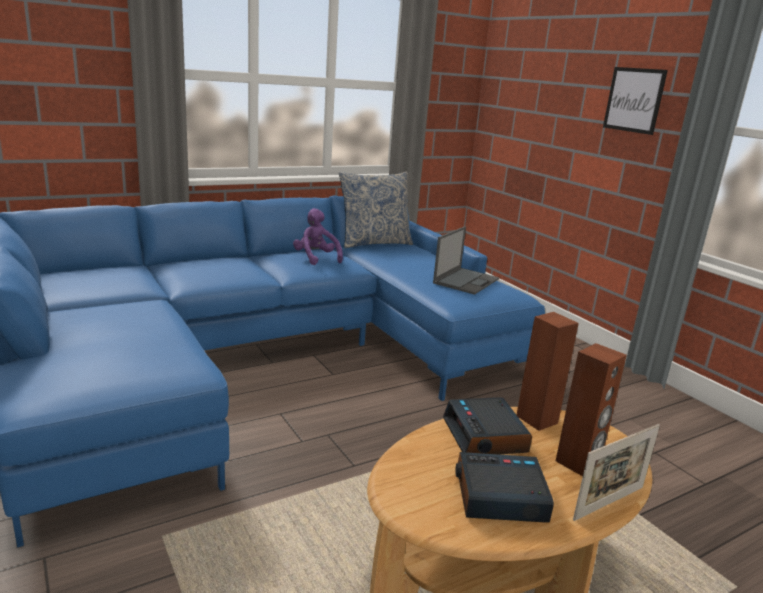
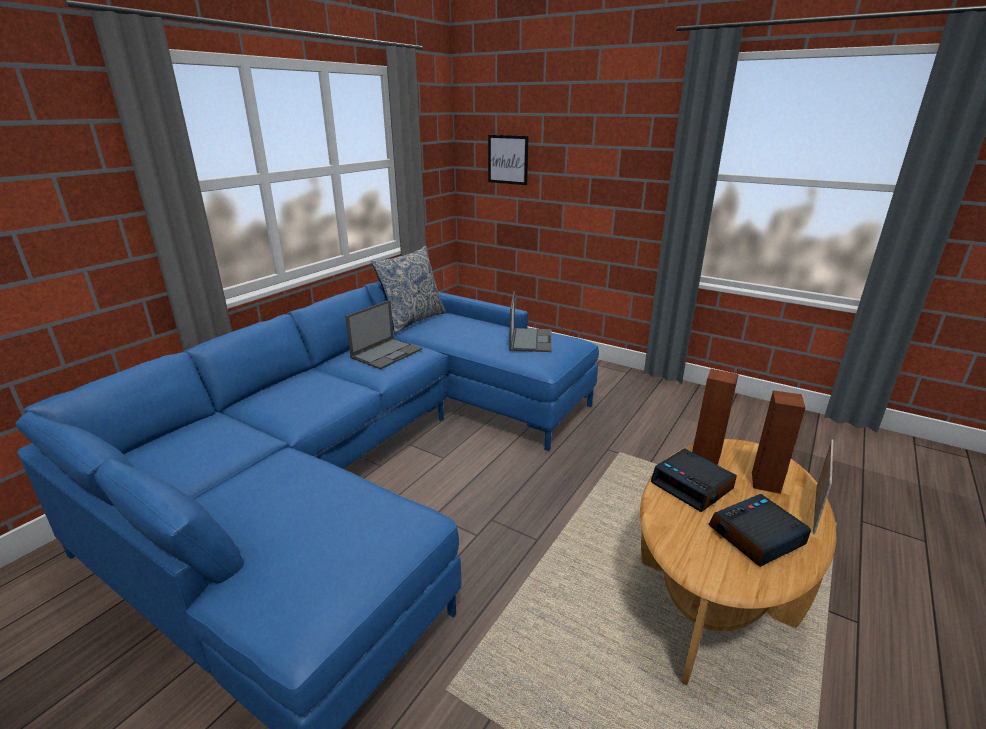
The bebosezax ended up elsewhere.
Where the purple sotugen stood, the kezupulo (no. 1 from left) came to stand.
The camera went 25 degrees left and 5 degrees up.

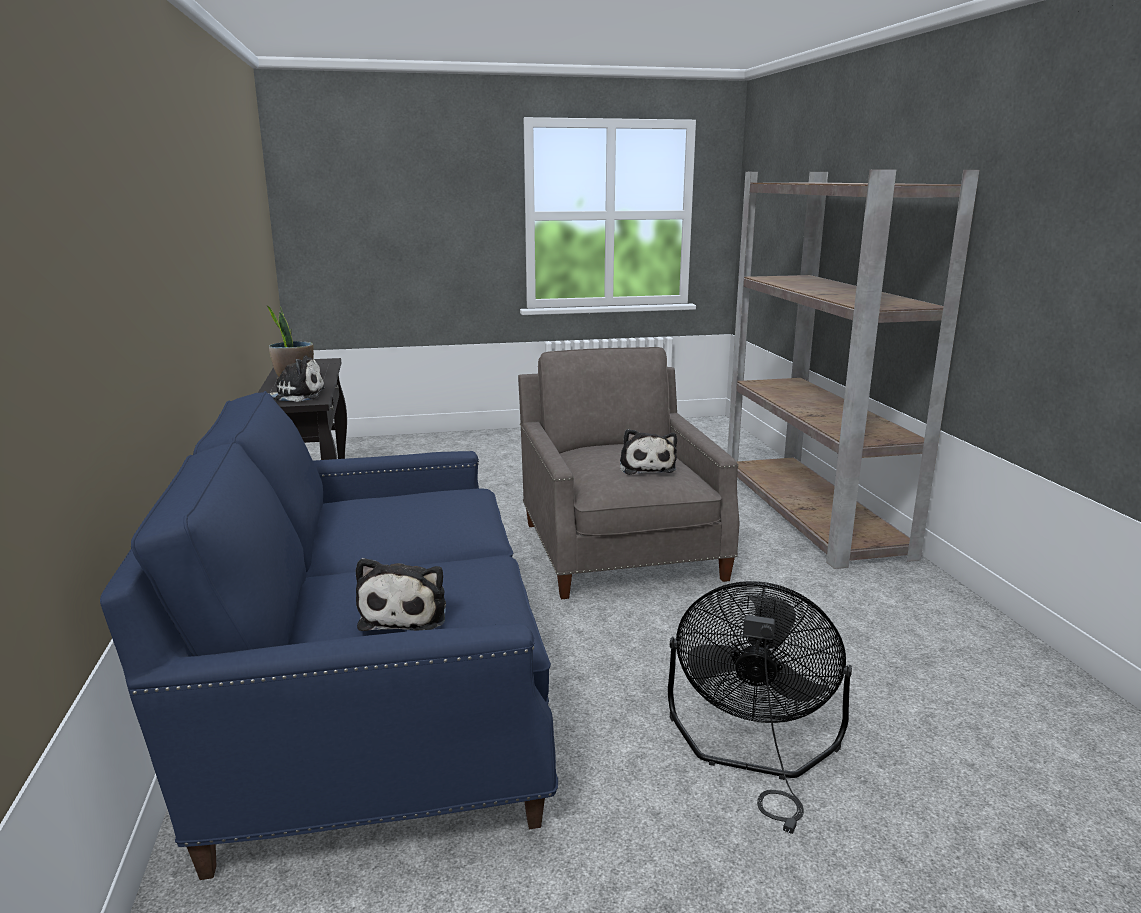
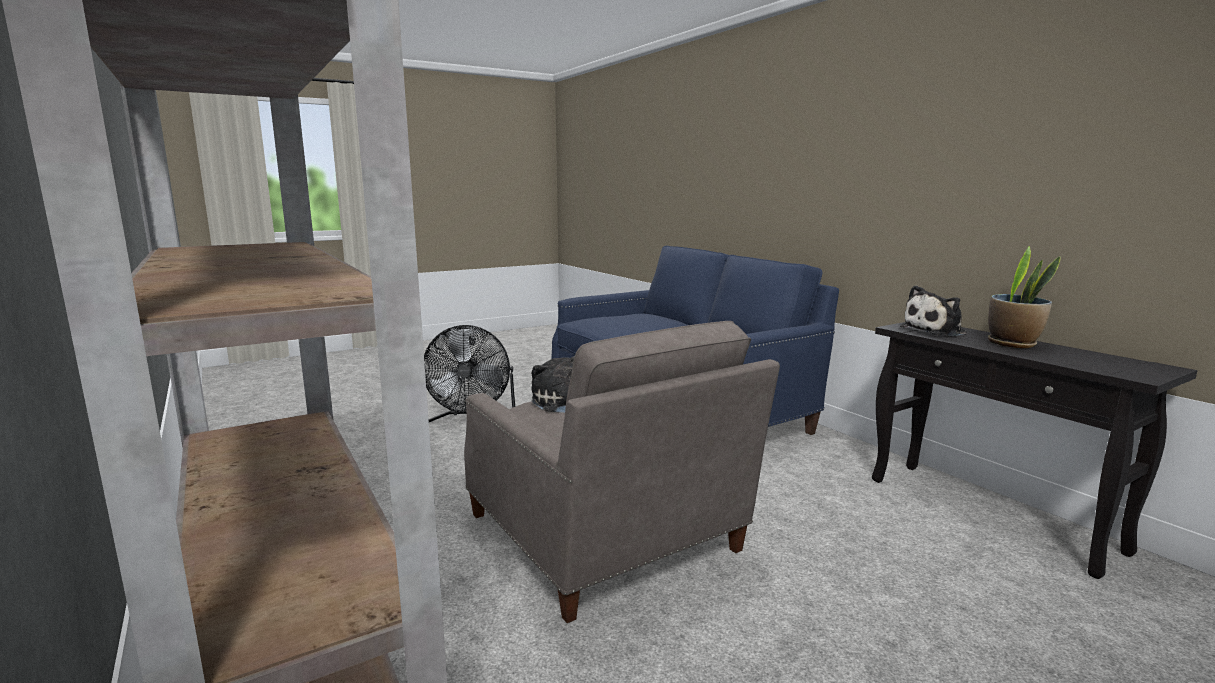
The second view lost the sotugen (no. 2 from left).
The camera went 160 degrees right and 5 degrees down.

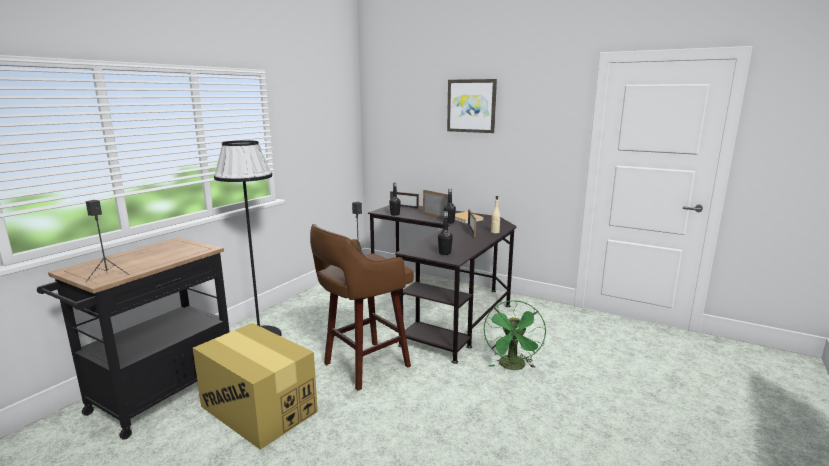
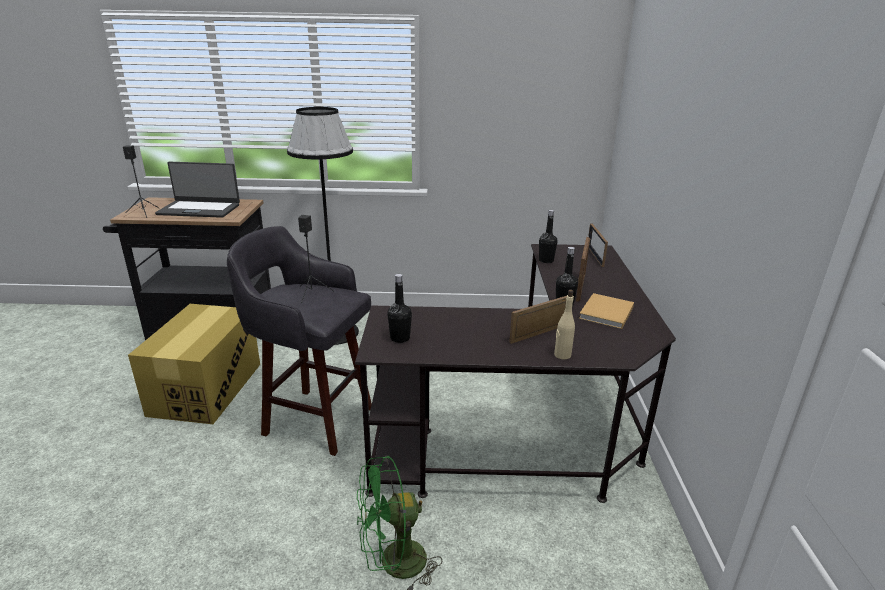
The second view lost the bebosezax.
The second view gained the kezupulo.
What was the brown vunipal turned into the grey vunipal.
The camera went 60 degrees right and 10 degrees up.

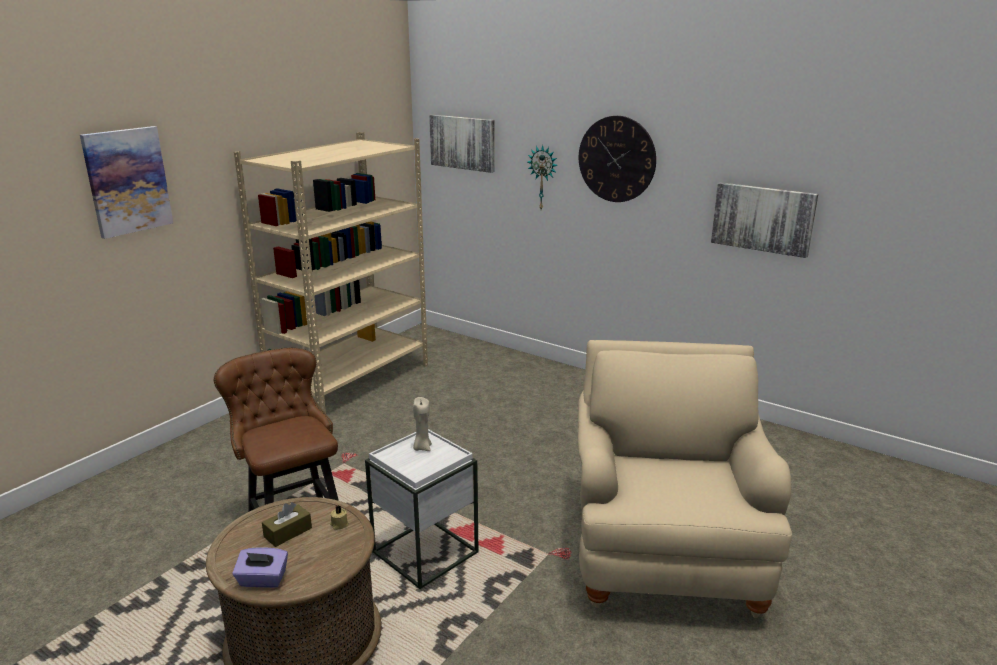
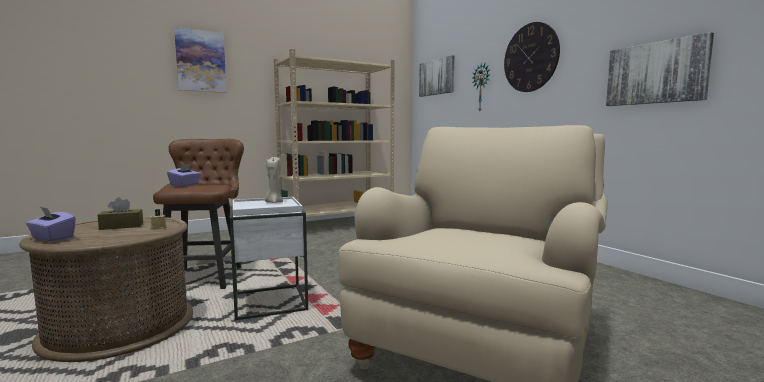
The second view gained the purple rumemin (no. 2 from left).
The camera went 25 degrees right and 15 degrees down.

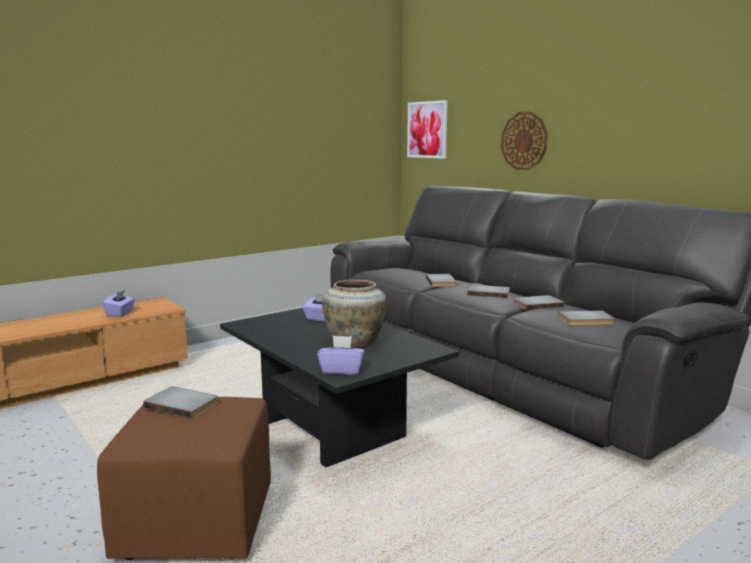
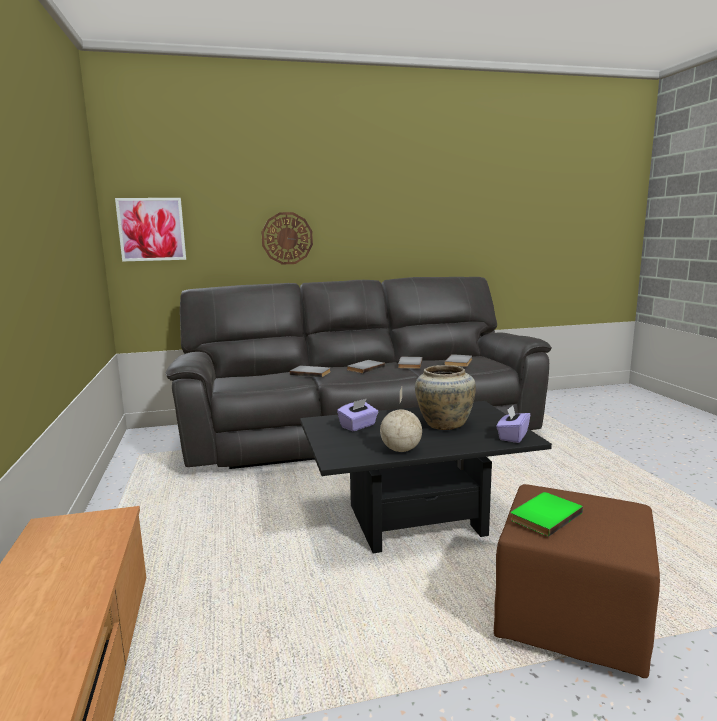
The second view lost the purple rumemin (no. 1 from left).
The second view gained the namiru.
What was the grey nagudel (no. 1 from left) turned into the green nagudel.
The camera went 65 degrees left and 0 degrees up.

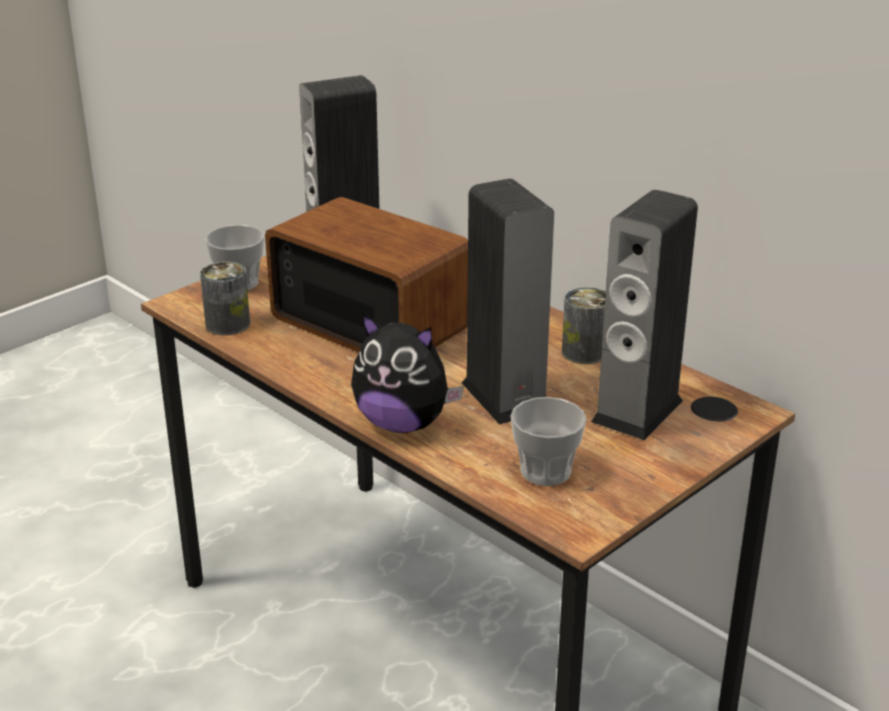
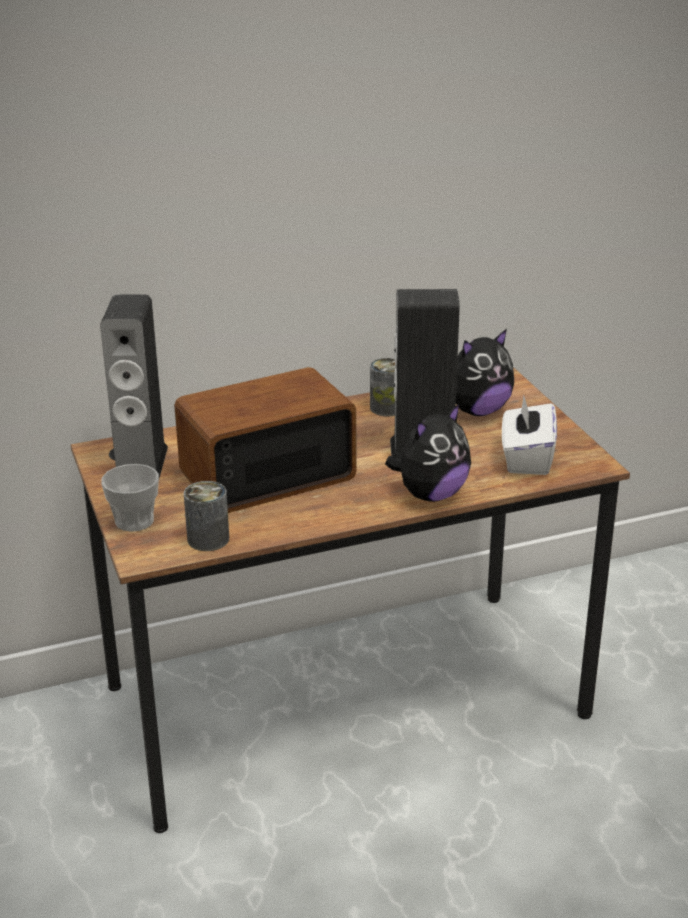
Where the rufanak (no. 2 from left) stood, the white rumemin came to stand.
Where the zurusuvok (no. 3 from left) stood, the sotugen (no. 2 from left) came to stand.
The camera went 65 degrees left and 0 degrees up.

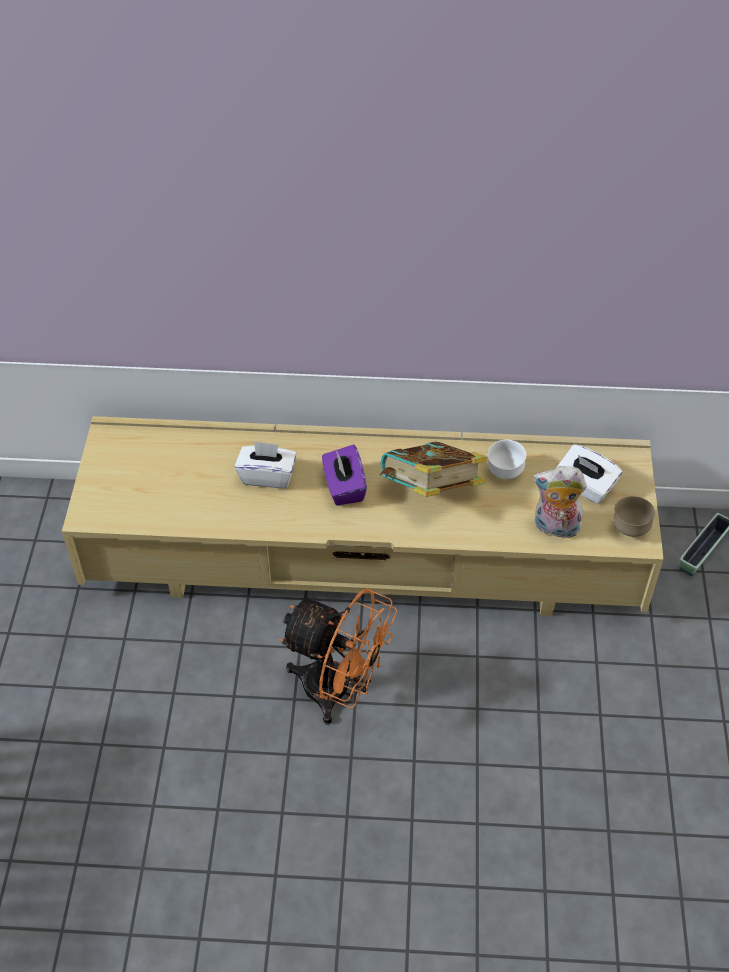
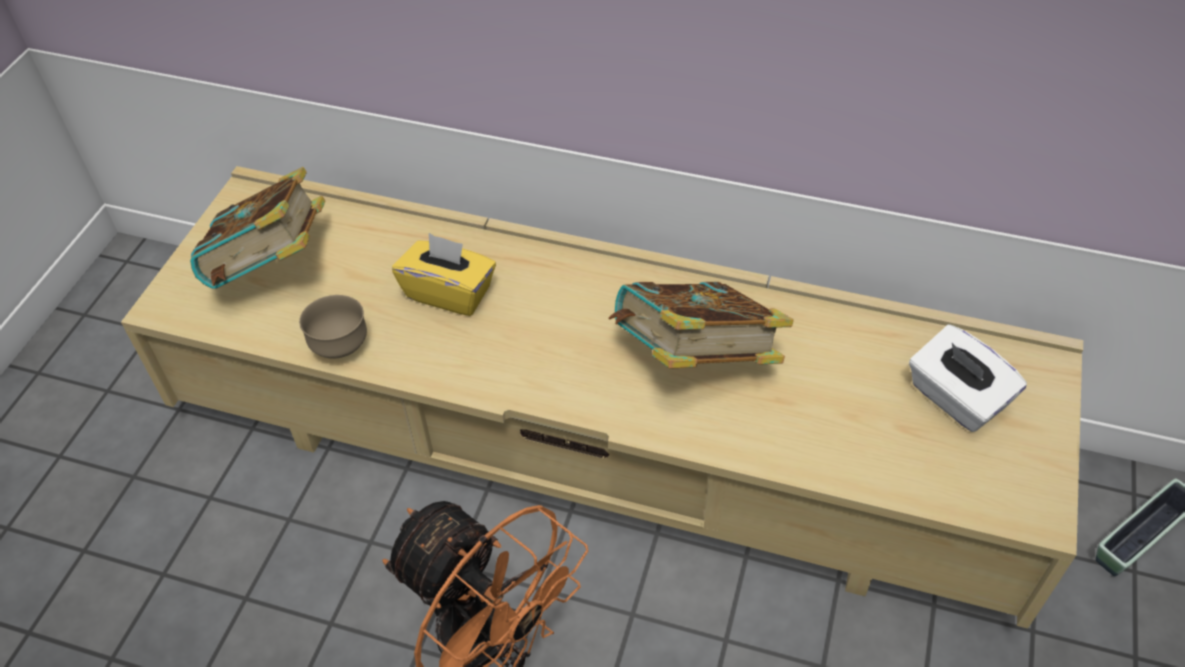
The second view lost the purple rumemin.
The second view lost the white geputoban.
The second view lost the sotugen.
The second view gained the nagudel (no. 1 from left).
The brown geputoban ended up elsewhere.
What was the white rumemin (no. 1 from left) turned into the yellow rumemin.
The camera went 15 degrees right and 0 degrees up.

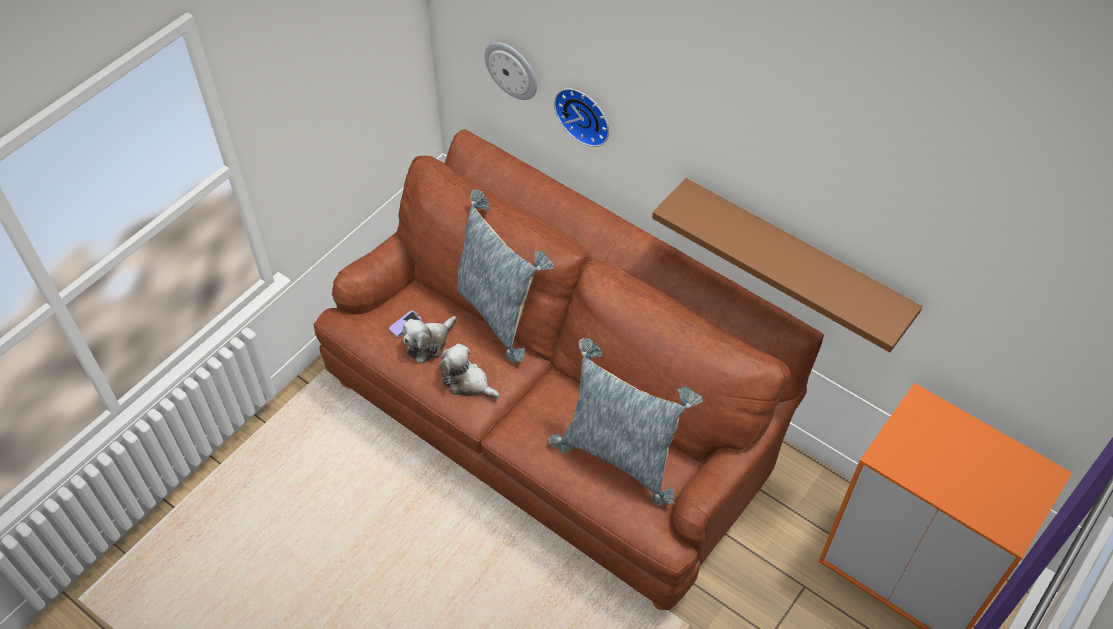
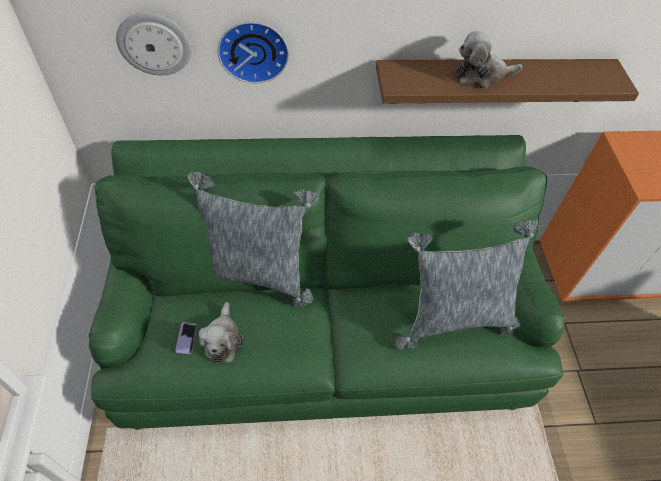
The sotugen (no. 2 from left) ended up elsewhere.
What was the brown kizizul turned into the green kizizul.
The camera went 45 degrees left and 0 degrees up.

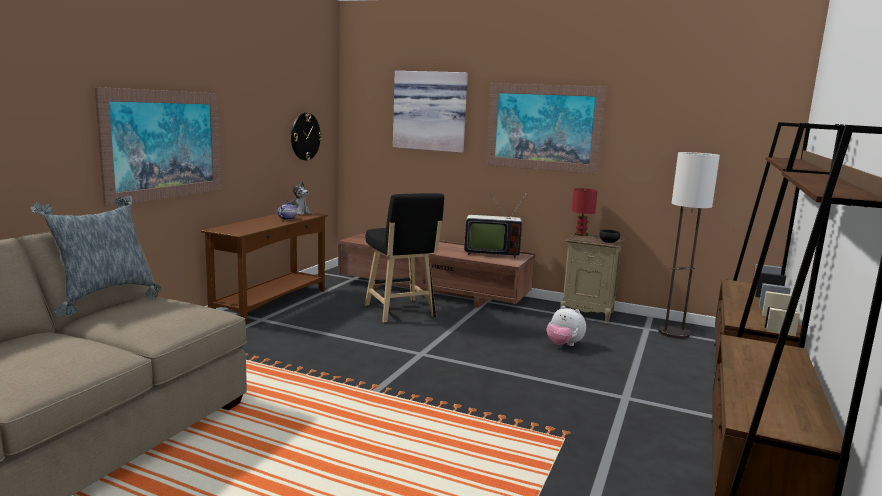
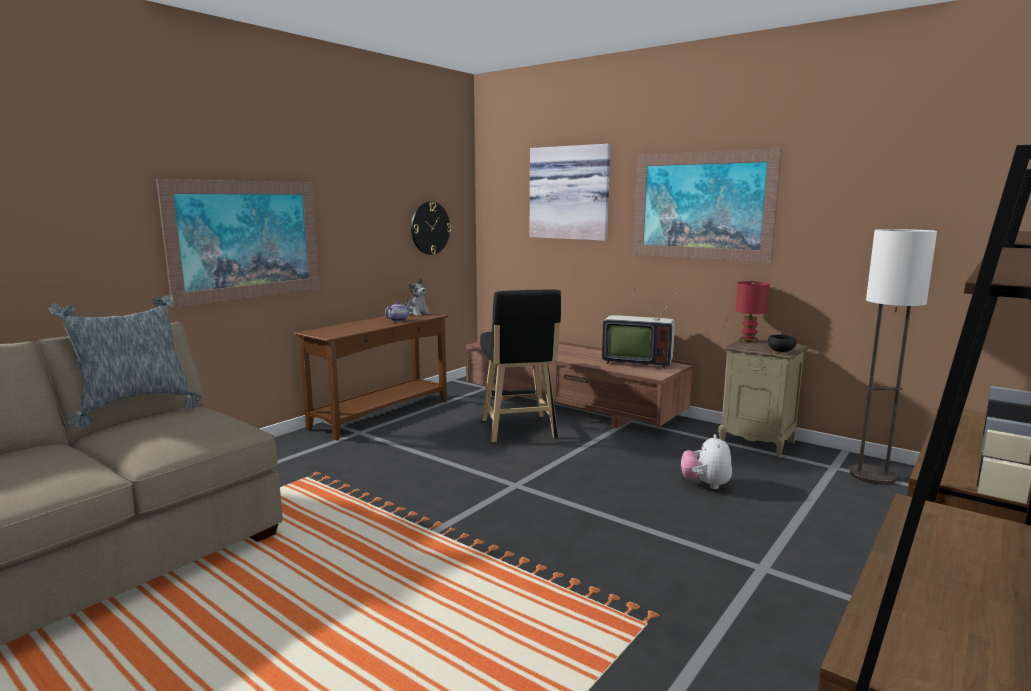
The sotugen (no. 2 from left) ended up facing another way, 45 degrees clockwise from before.
The camera went 15 degrees right and 0 degrees up.

